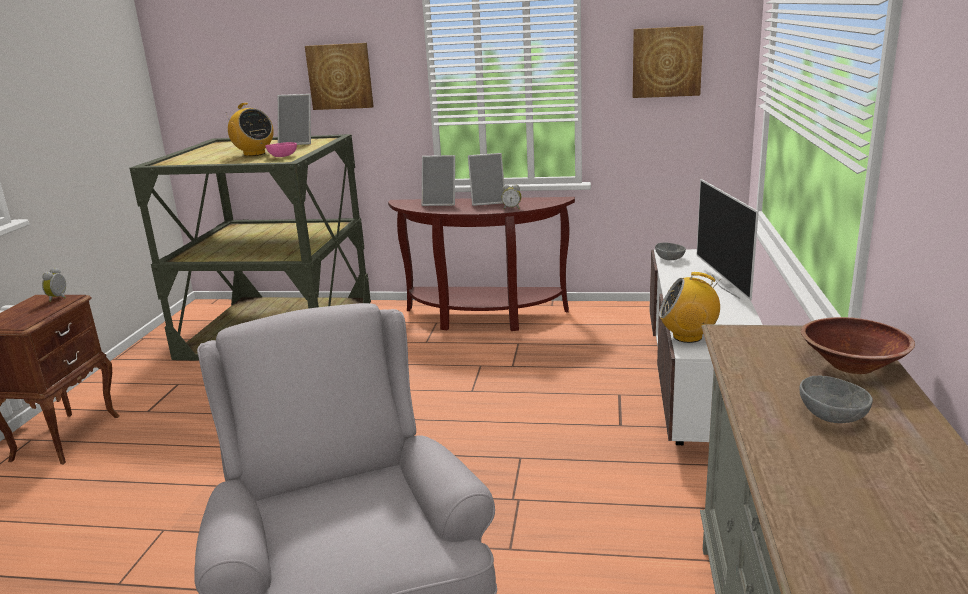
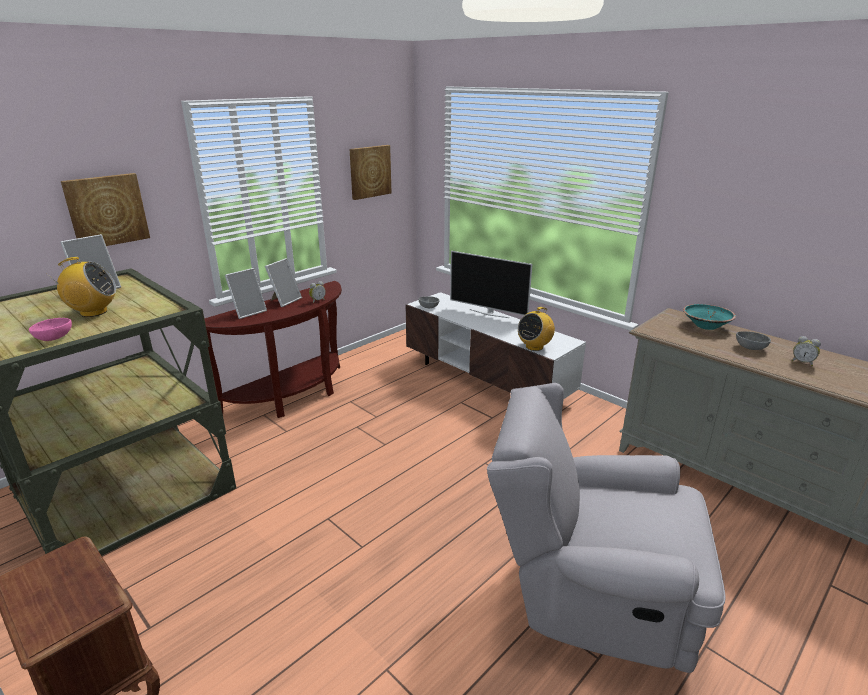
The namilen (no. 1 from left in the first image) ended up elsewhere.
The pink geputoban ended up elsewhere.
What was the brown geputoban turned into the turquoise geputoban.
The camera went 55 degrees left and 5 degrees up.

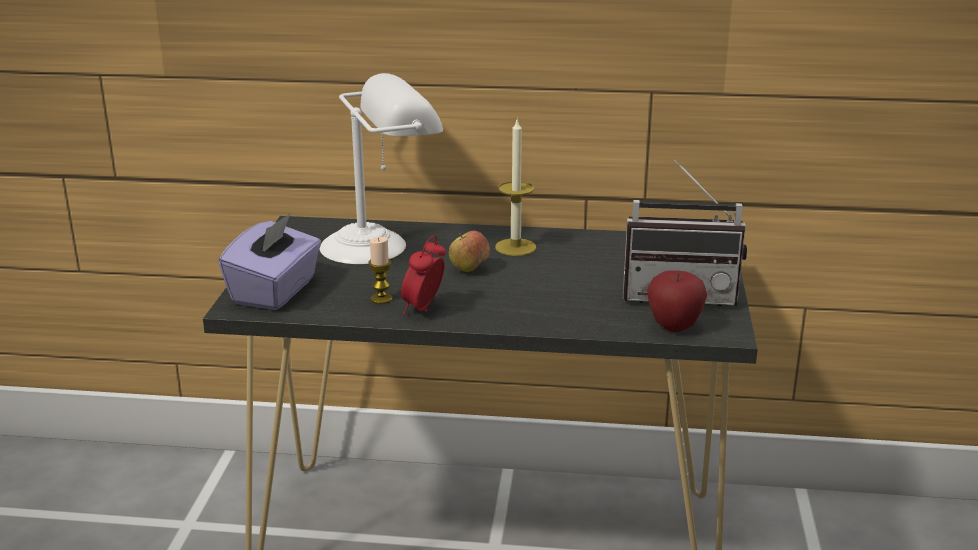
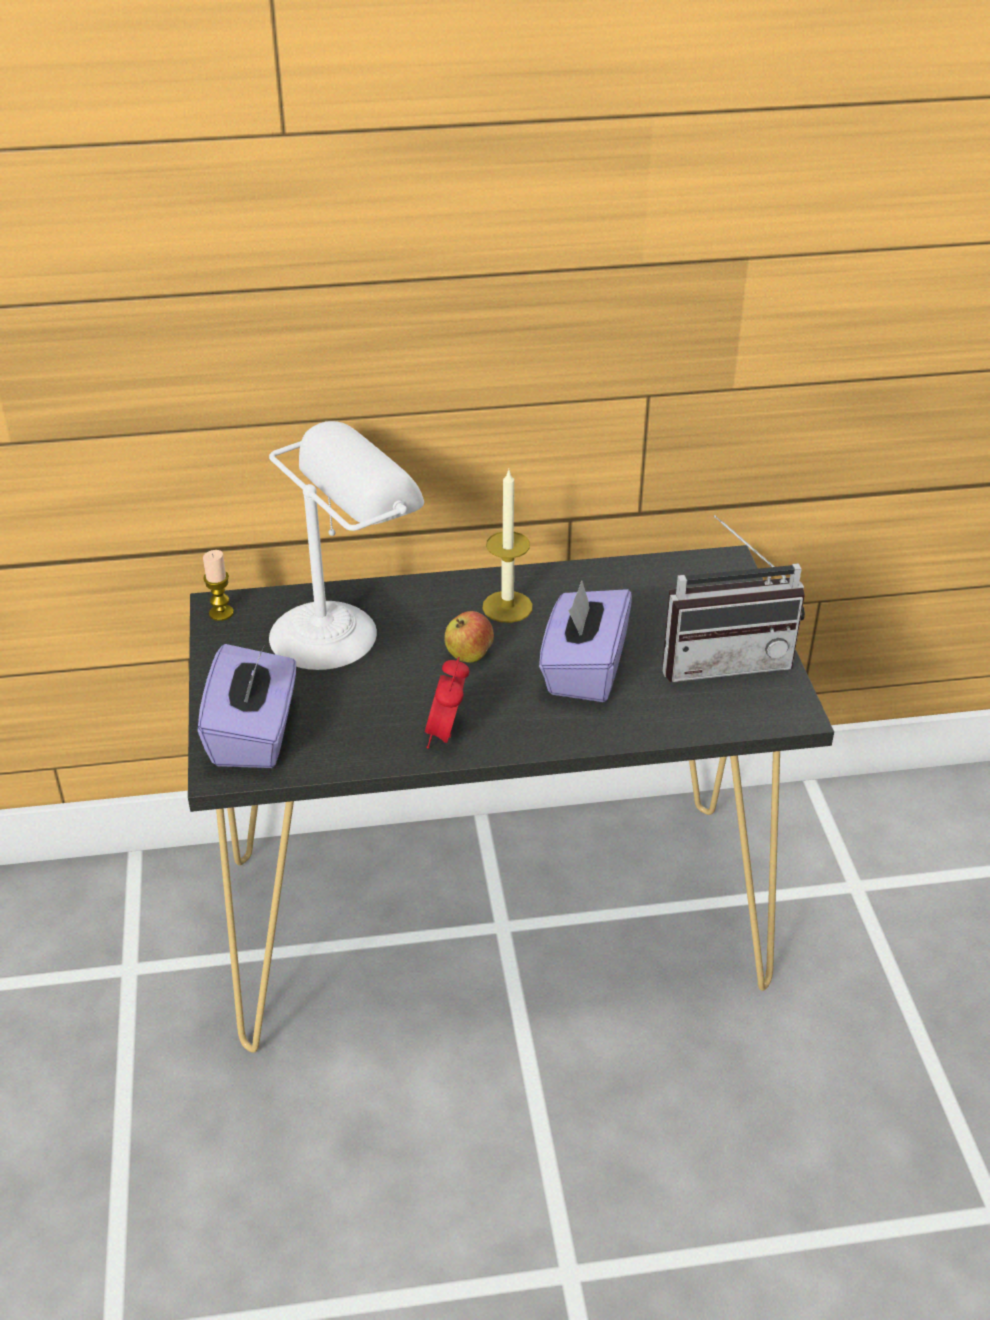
The second view lost the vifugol (no. 2 from left).
The second view gained the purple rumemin (no. 2 from left).
The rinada (no. 1 from left) ended up elsewhere.
The camera went 15 degrees left and 15 degrees up.

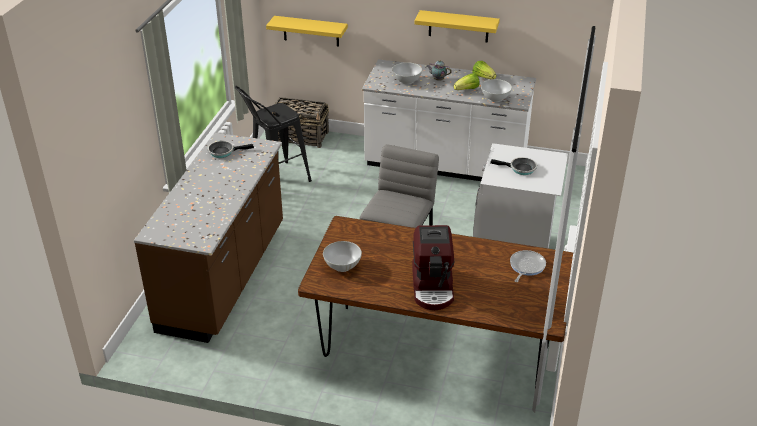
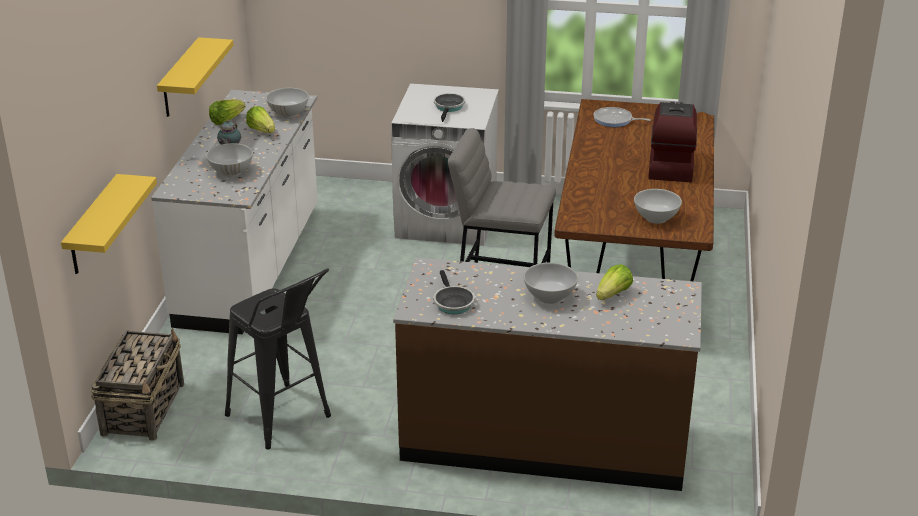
The second view gained the white geputoban (no. 3 from left).
The second view gained the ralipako (no. 3 from left).
The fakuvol ended up facing another way, 75 degrees counterclockwise from before.
The camera went 95 degrees left and 5 degrees down.

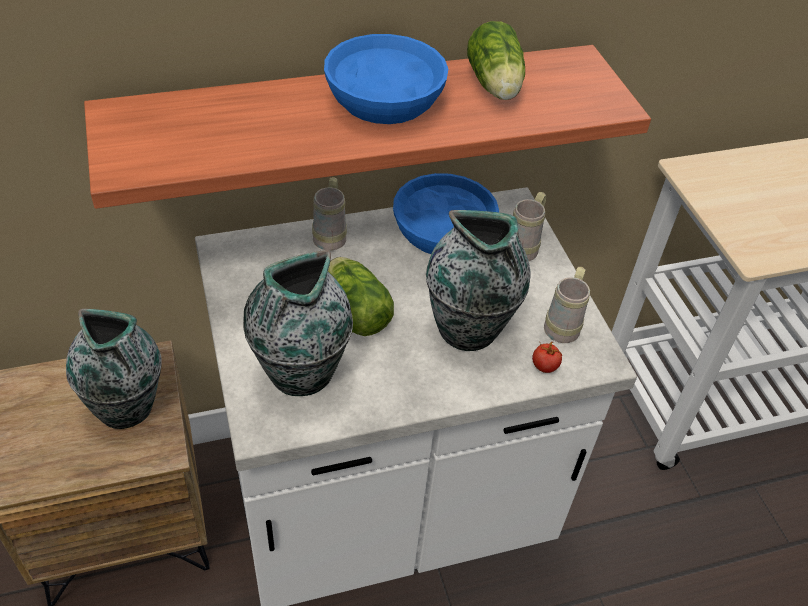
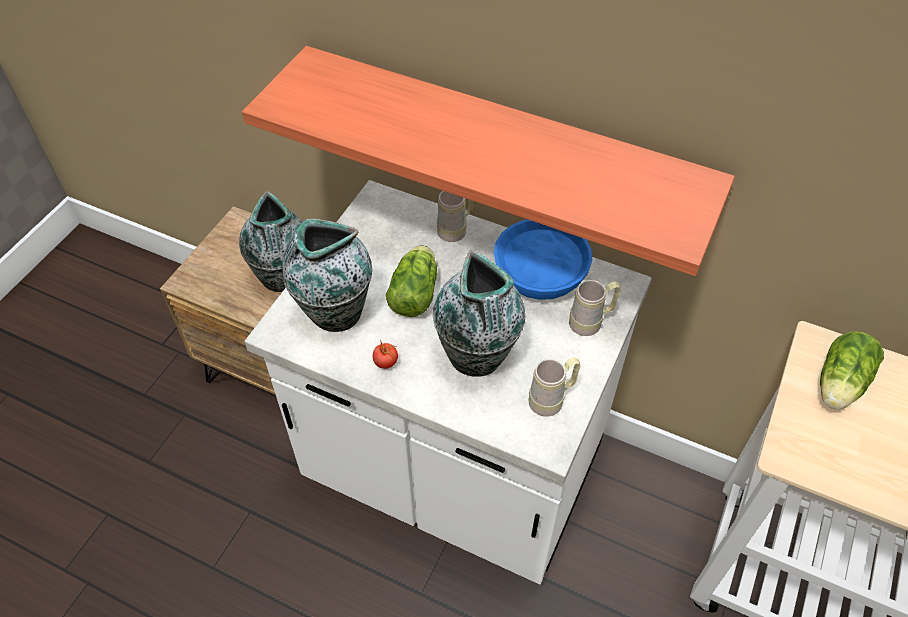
The second view lost the blue geputoban (no. 1 from left).
The ralipako (no. 2 from left) ended up elsewhere.
The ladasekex ended up elsewhere.
The camera went 45 degrees right and 5 degrees up.

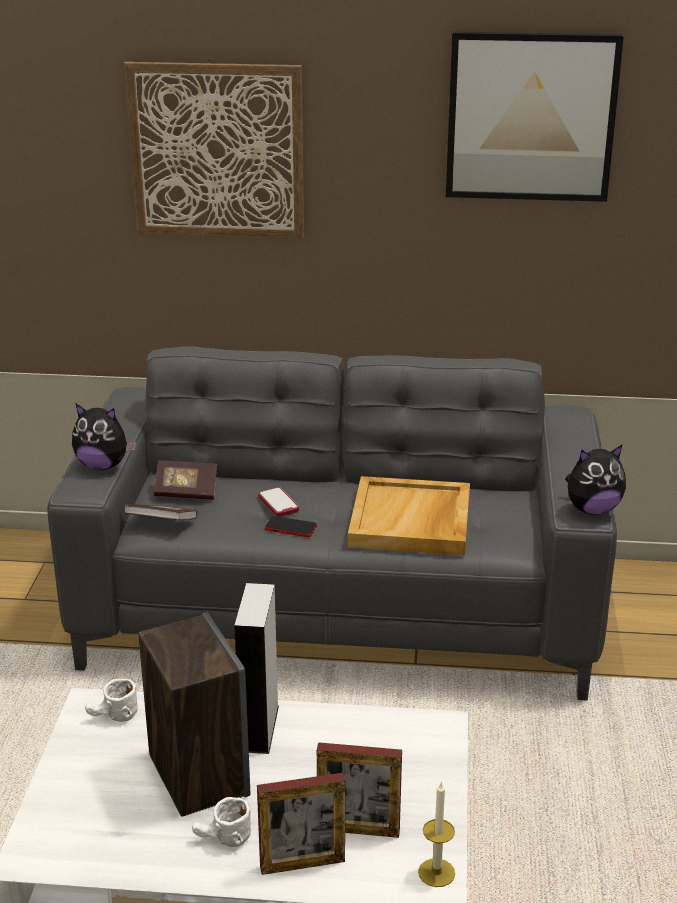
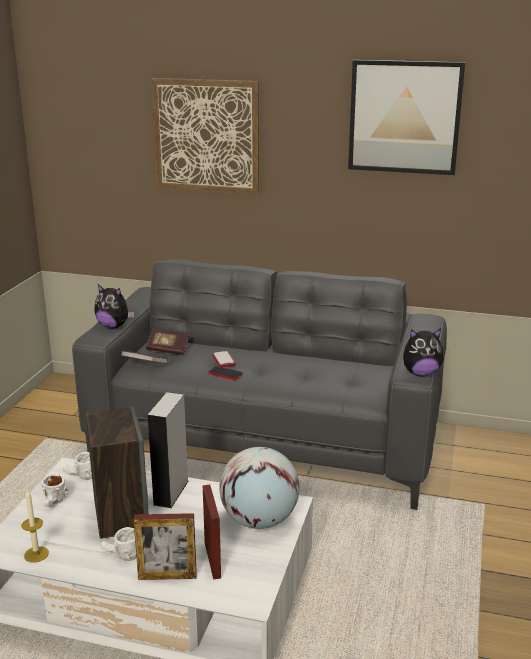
The second view lost the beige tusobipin.
The second view gained the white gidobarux (no. 1 from left).
The second view gained the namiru.
The rinada ended up elsewhere.
The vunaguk (no. 2 from left) ended up facing another way, 120 degrees counterclockwise from before.
The camera went 10 degrees right and 5 degrees down.

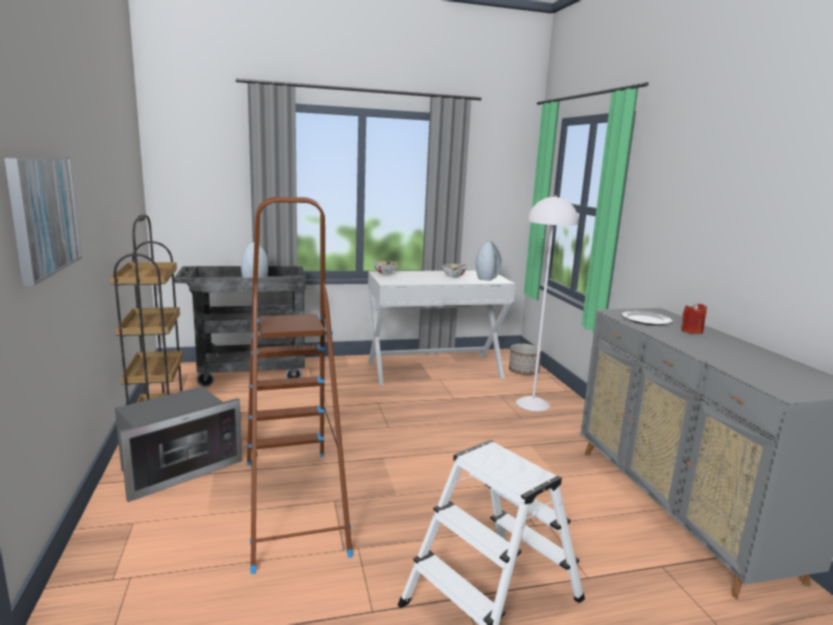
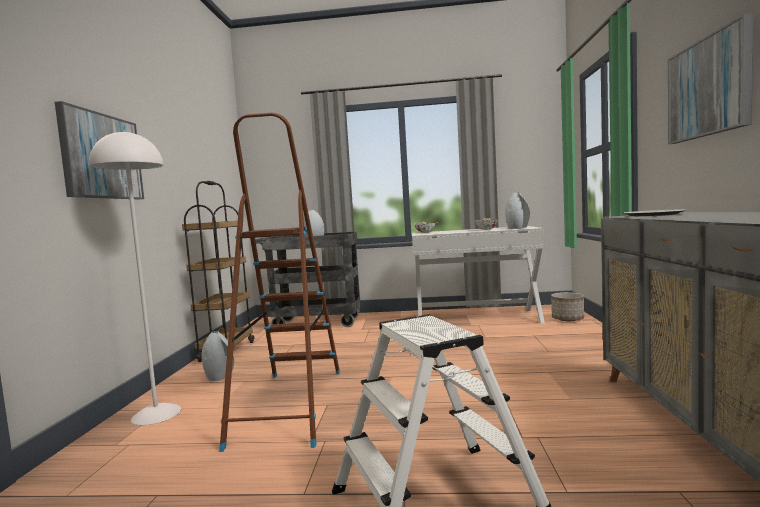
The second view lost the red rinada.
The second view gained the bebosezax (no. 2 from left).
The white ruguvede ended up elsewhere.
Where the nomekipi stood, the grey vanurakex (no. 1 from left) came to stand.
The camera went 20 degrees right and 10 degrees down.

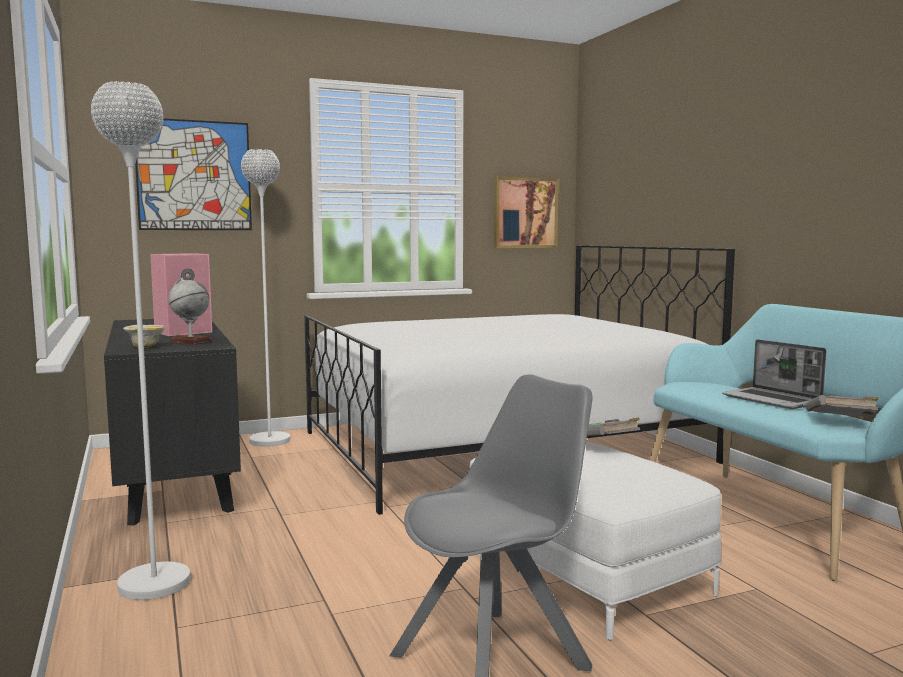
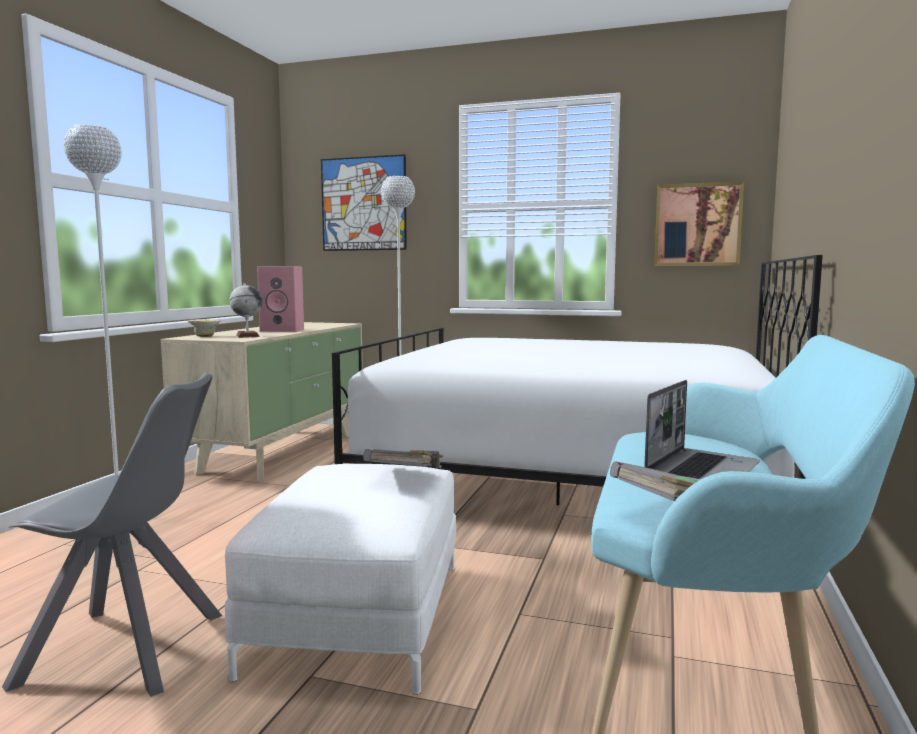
What was the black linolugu turned into the beige linolugu.
The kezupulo ended up facing another way, 150 degrees counterclockwise from before.
The camera went 40 degrees right and 0 degrees up.

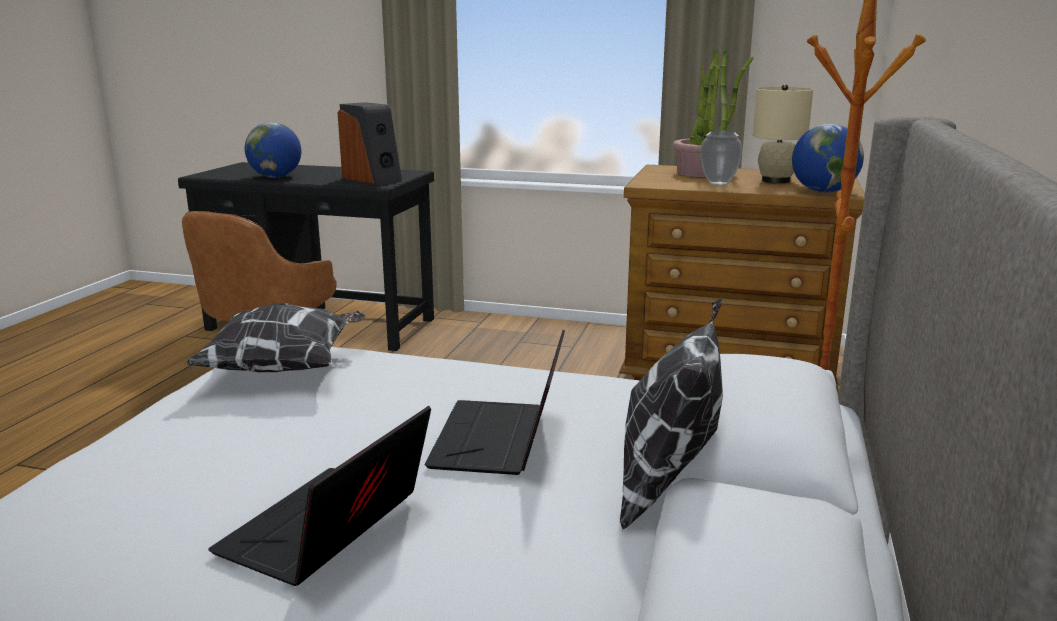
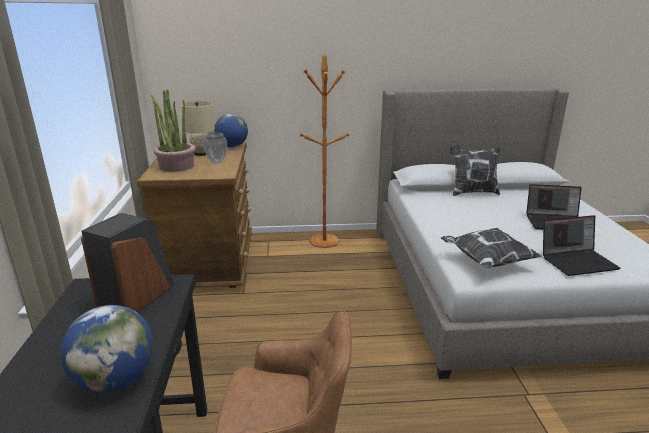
The kezupulo (no. 2 from left) ended up elsewhere.
The camera went 110 degrees left and 5 degrees up.

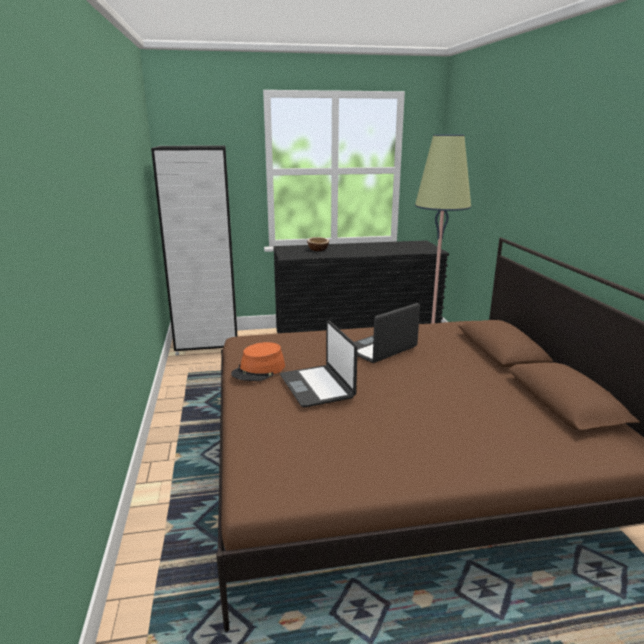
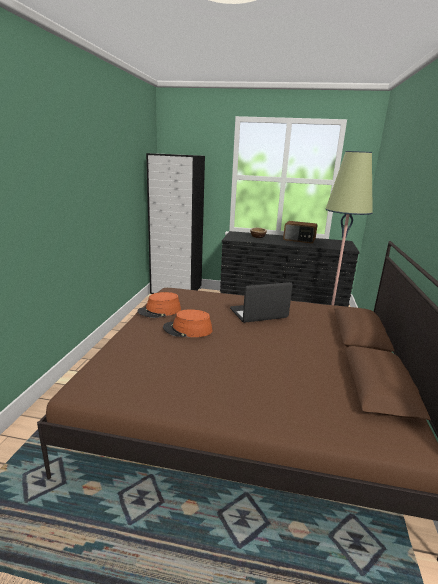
The second view gained the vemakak.
Where the kezupulo (no. 1 from left) stood, the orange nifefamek (no. 2 from left) came to stand.
The camera went 20 degrees right and 0 degrees up.

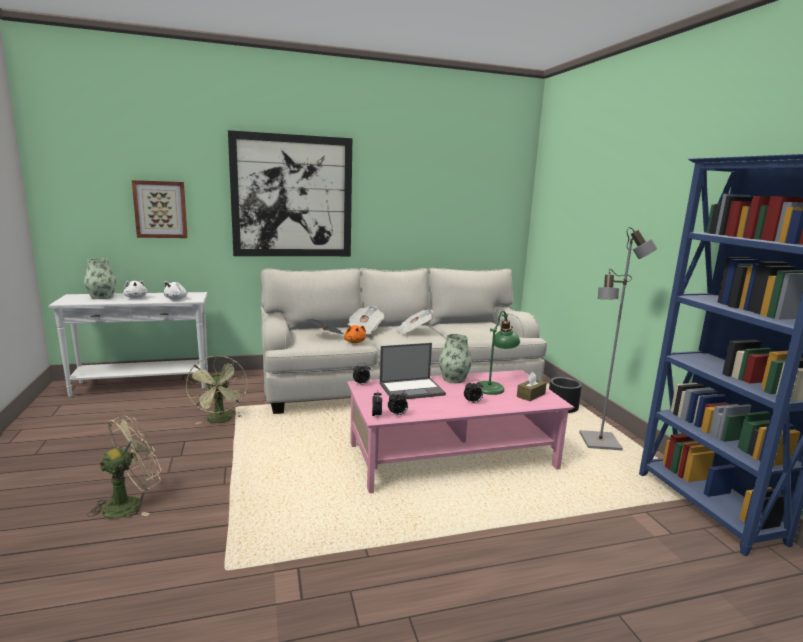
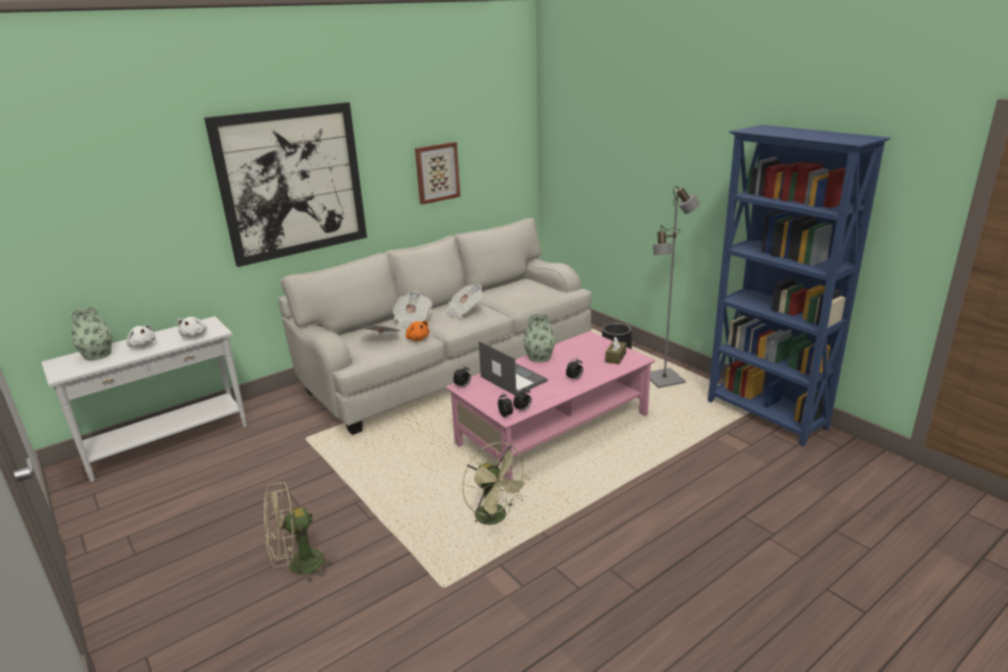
The second view lost the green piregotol.
The bebosezax (no. 1 from left in the first image) ended up elsewhere.
The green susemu ended up elsewhere.
The beige susemu ended up facing another way, 135 degrees counterclockwise from before.
The kezupulo ended up facing another way, 90 degrees counterclockwise from before.
The camera went 20 degrees left and 10 degrees up.

